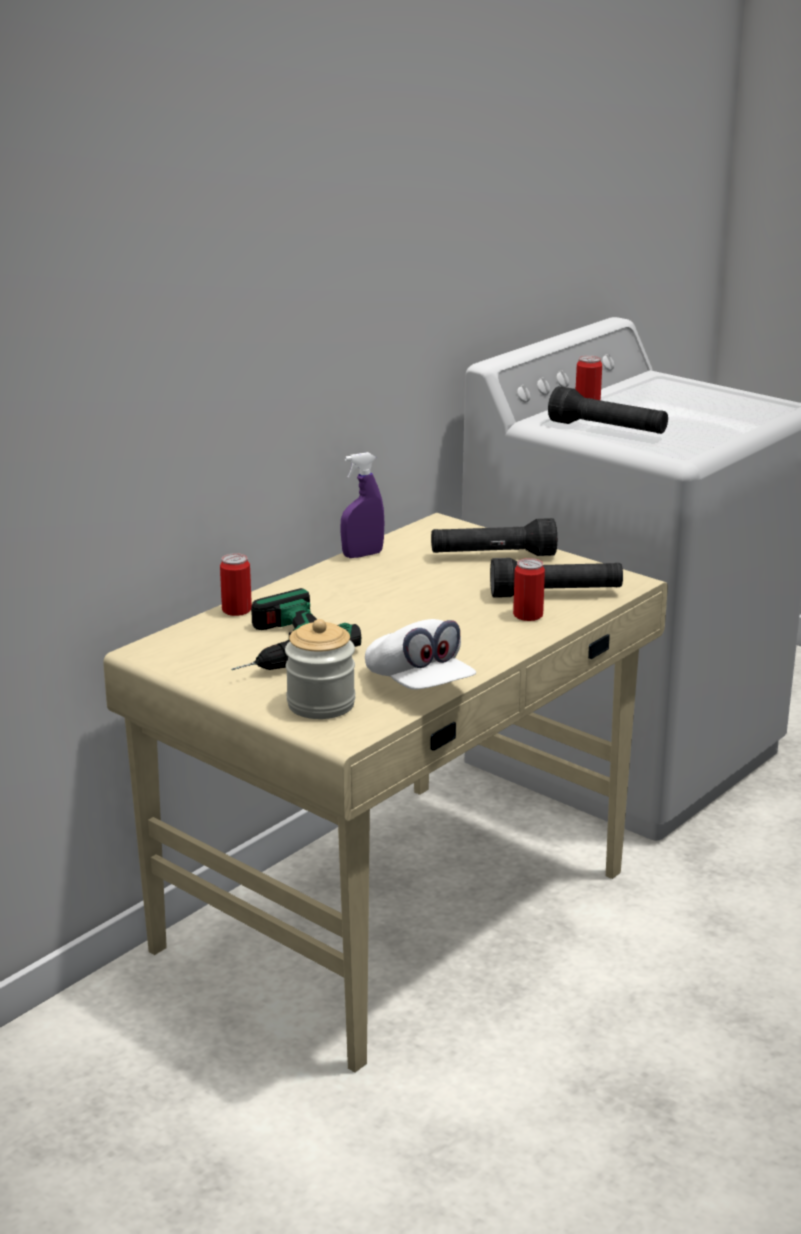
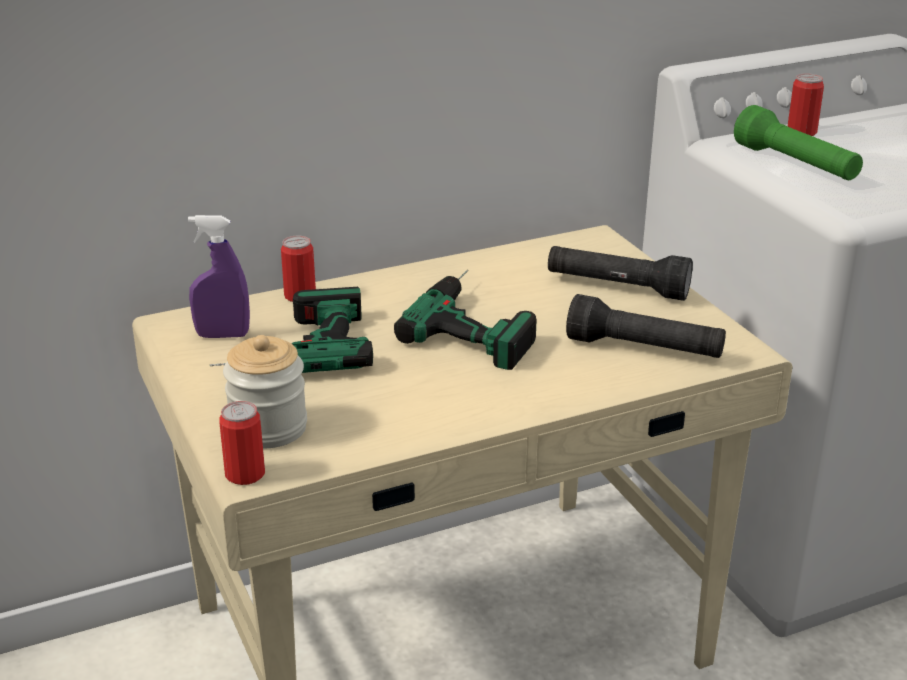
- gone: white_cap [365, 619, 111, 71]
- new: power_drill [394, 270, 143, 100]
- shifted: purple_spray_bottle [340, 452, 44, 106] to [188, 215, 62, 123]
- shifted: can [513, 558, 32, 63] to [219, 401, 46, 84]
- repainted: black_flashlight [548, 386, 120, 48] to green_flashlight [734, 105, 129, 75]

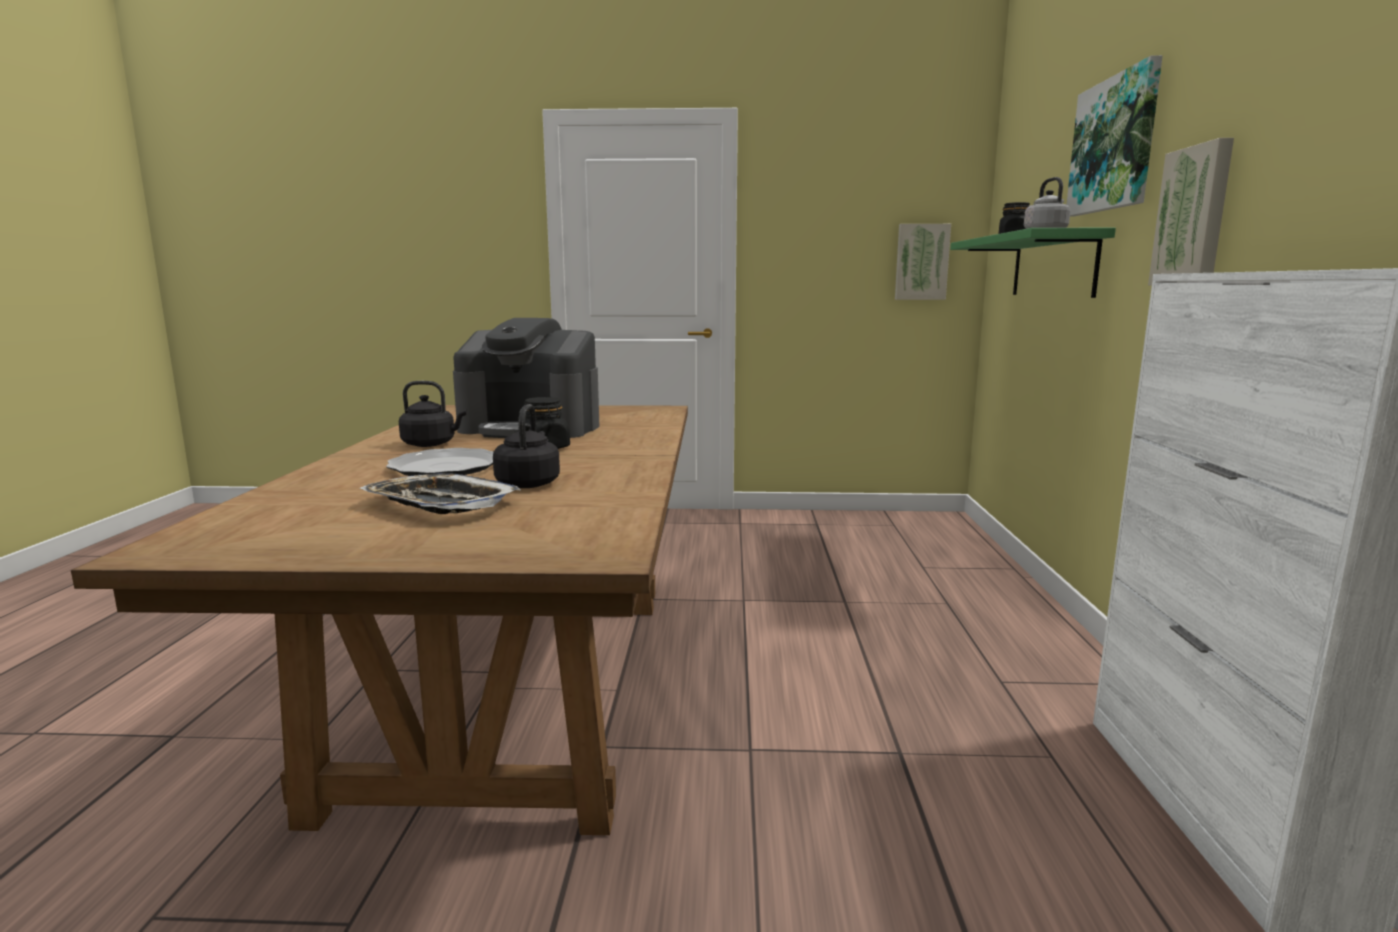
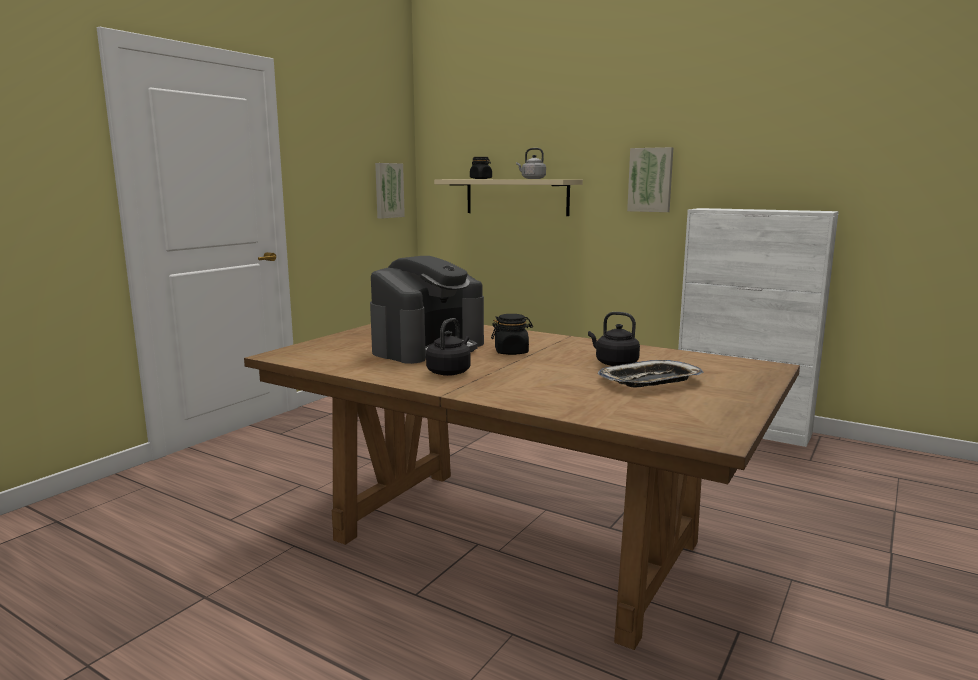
- gone: plate [386, 448, 108, 28]
- gone: picture [1066, 55, 97, 161]
- repainted: green_shelf [950, 228, 166, 70] to beige_shelf [434, 179, 149, 37]

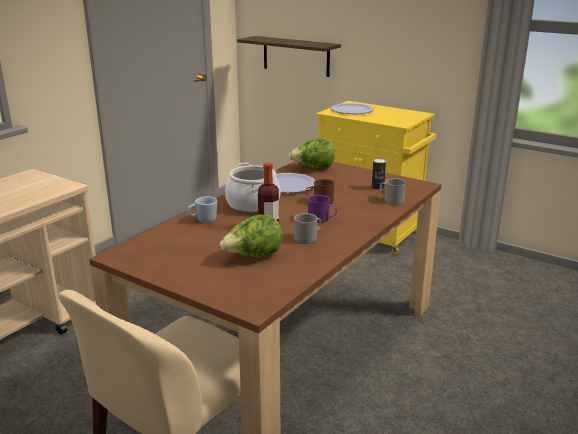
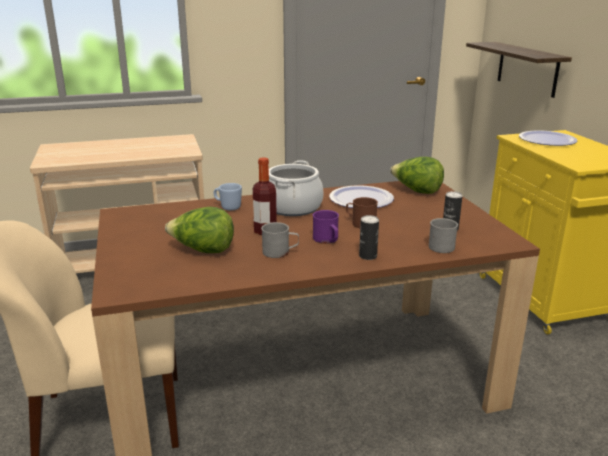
- new: can [359, 215, 20, 45]

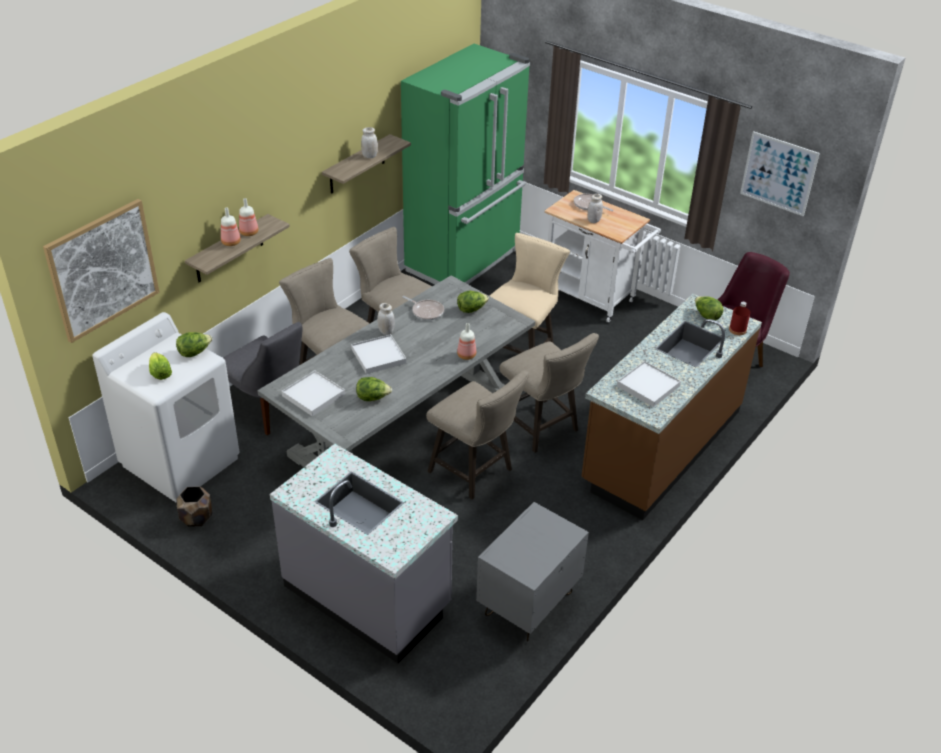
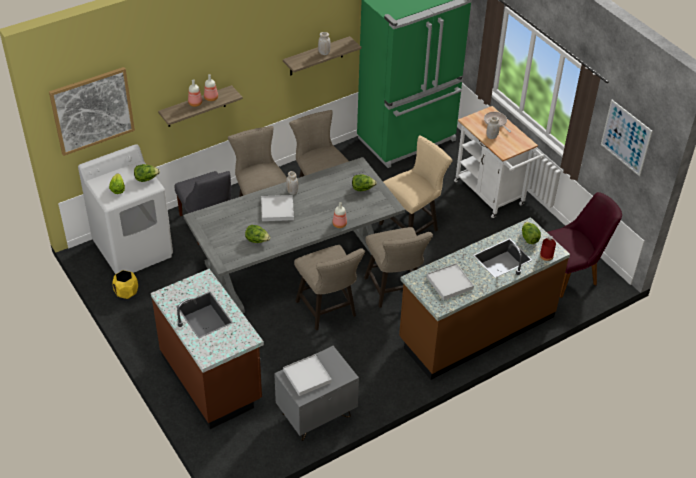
- gone: frying_pan [402, 296, 42, 24]
- shifted: white_tray [282, 370, 63, 46] to [283, 354, 49, 42]
- repainted: brown_planter [177, 487, 35, 40] to yellow_planter [112, 270, 26, 29]
- repainted: grey_counter [270, 444, 188, 219] to brown_counter [151, 269, 113, 160]

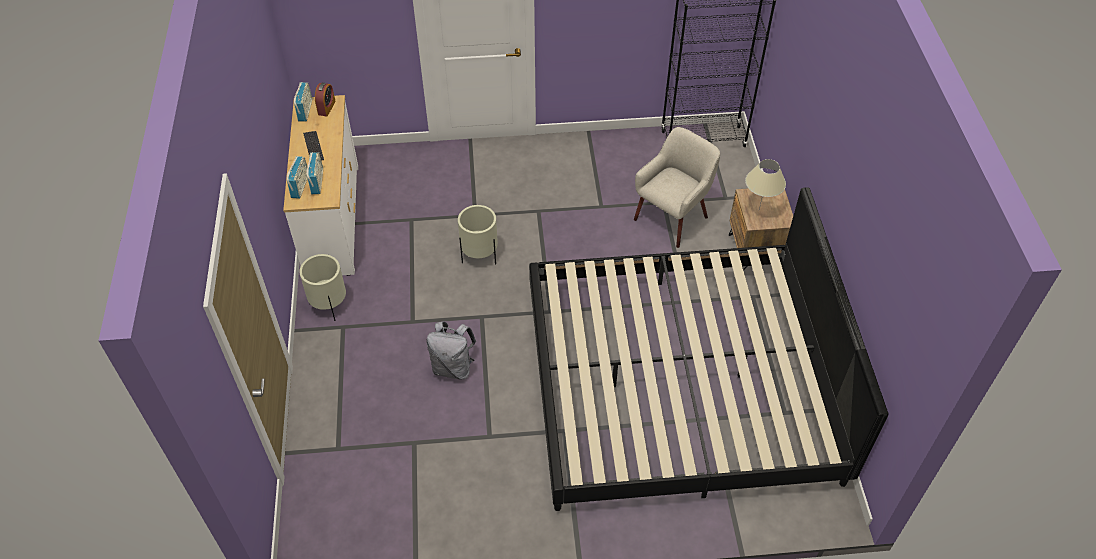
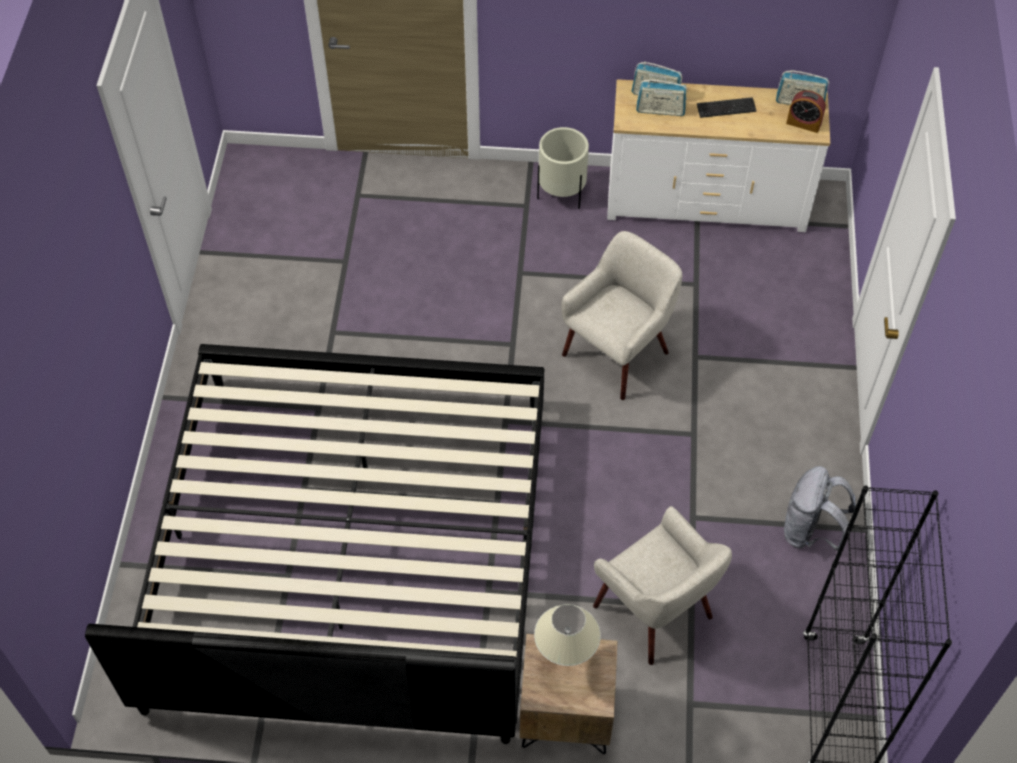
- shifted: grey_backpack [427, 321, 49, 59] to [784, 466, 72, 85]
- swapped: beige_planter [458, 205, 40, 60] to beige_armchair [561, 231, 121, 169]

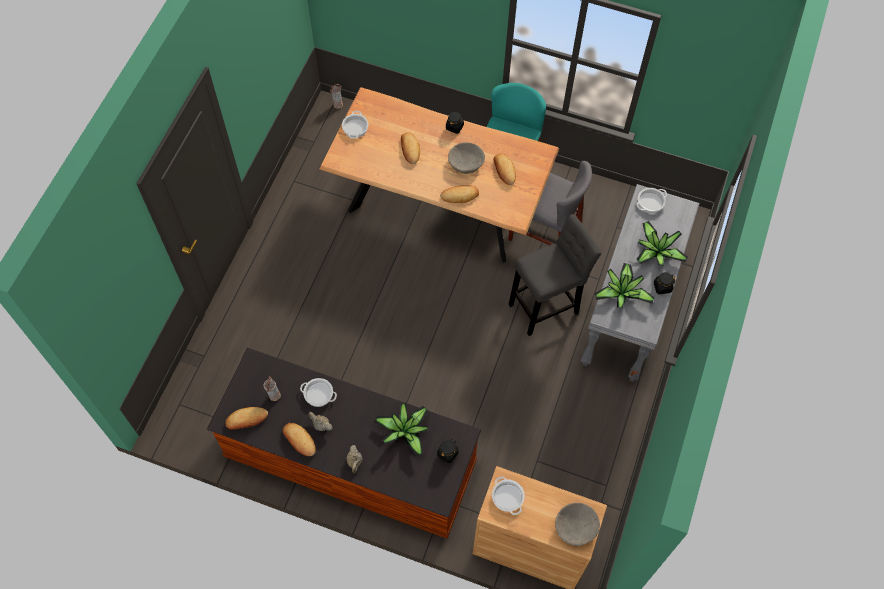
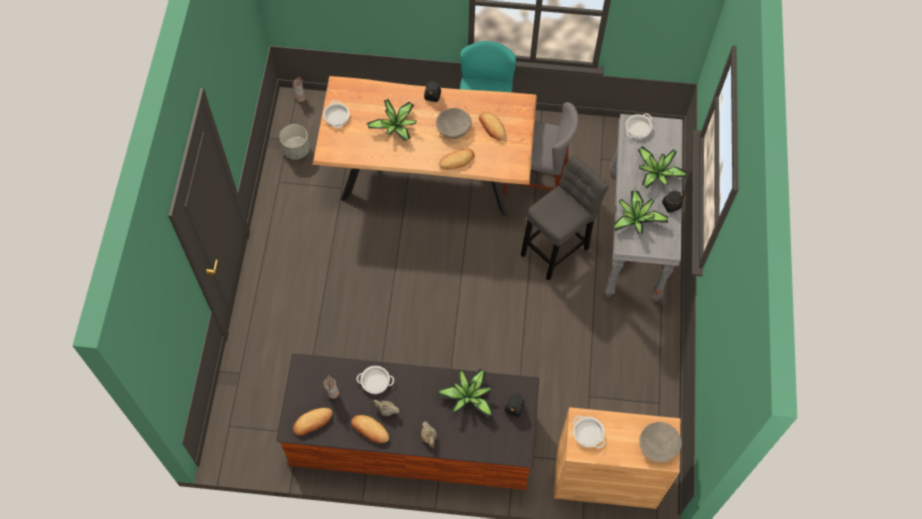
- new: grey_planter [279, 124, 31, 36]
- swapped: bread [401, 132, 19, 32] to potted_plant [367, 99, 50, 42]

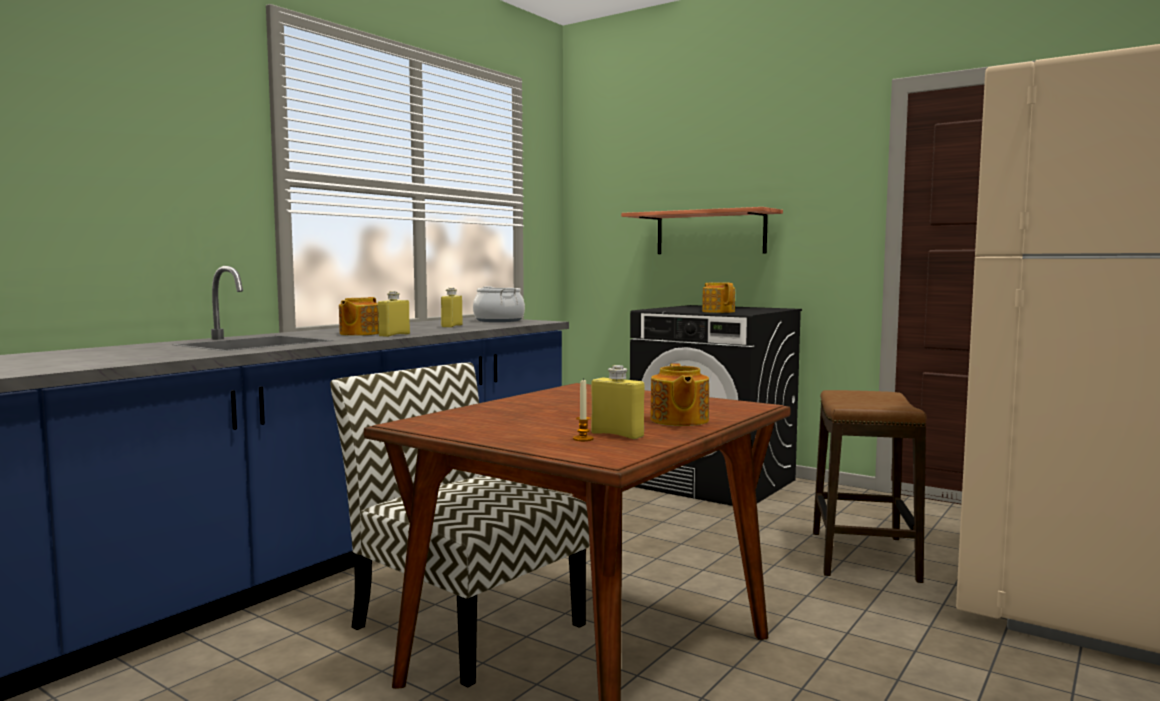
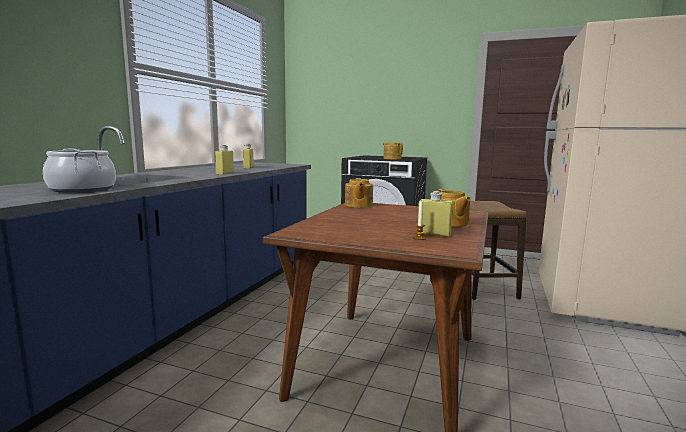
- gone: chair [330, 362, 260, 326]
- gone: shelf [621, 207, 162, 47]
- shifted: teapot [339, 297, 39, 39] to [345, 178, 28, 30]
- shifted: cooking_pot [473, 286, 52, 36] to [43, 149, 73, 44]

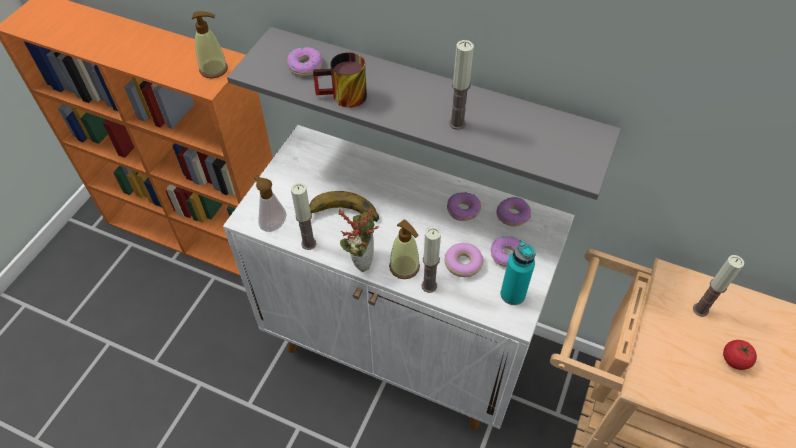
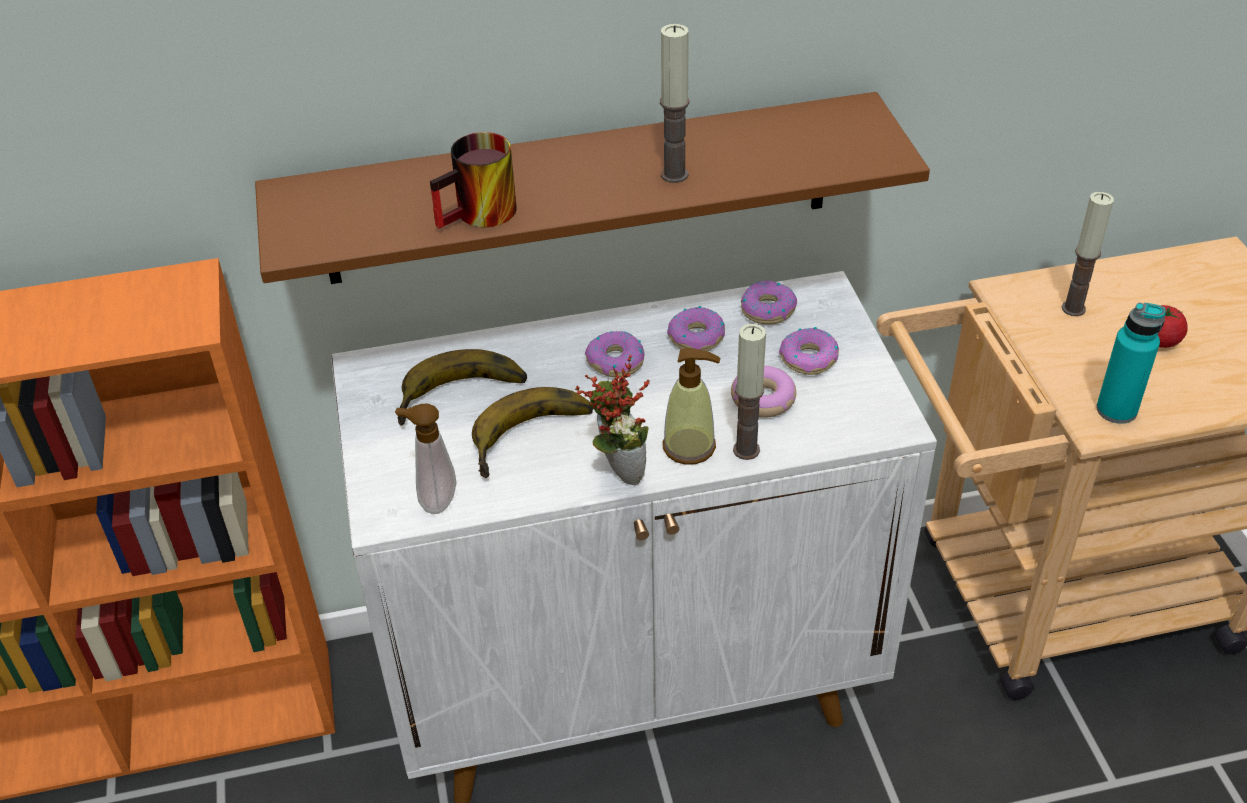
- gone: soap_dispenser [192, 11, 36, 67]
- gone: candle [291, 183, 25, 67]
- new: banana [398, 349, 129, 77]
- shifted: donut [287, 47, 35, 29] to [585, 331, 59, 46]
- shifted: turquoise_bottle [501, 242, 35, 63] to [1096, 303, 70, 121]
- repainted: grey_shelf [227, 27, 394, 173] to brown_shelf [255, 92, 675, 192]

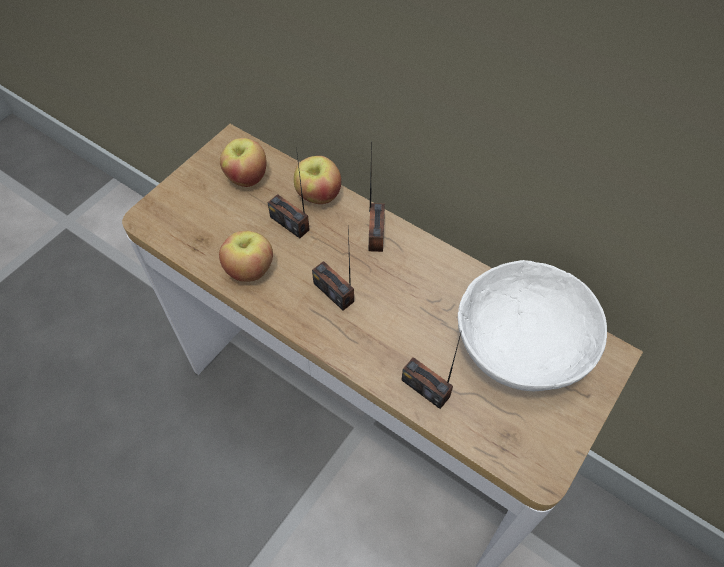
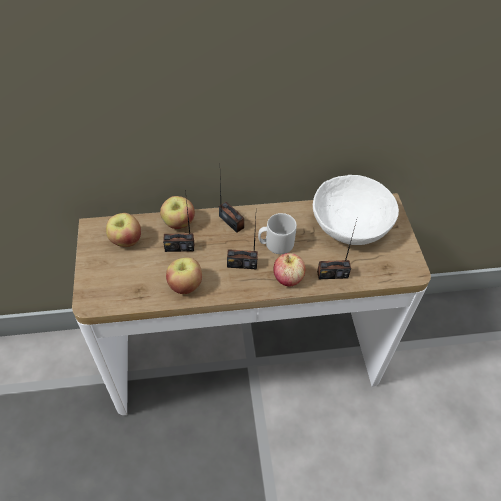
- new: grey_mug [258, 213, 39, 41]
- new: apple [273, 253, 32, 34]

